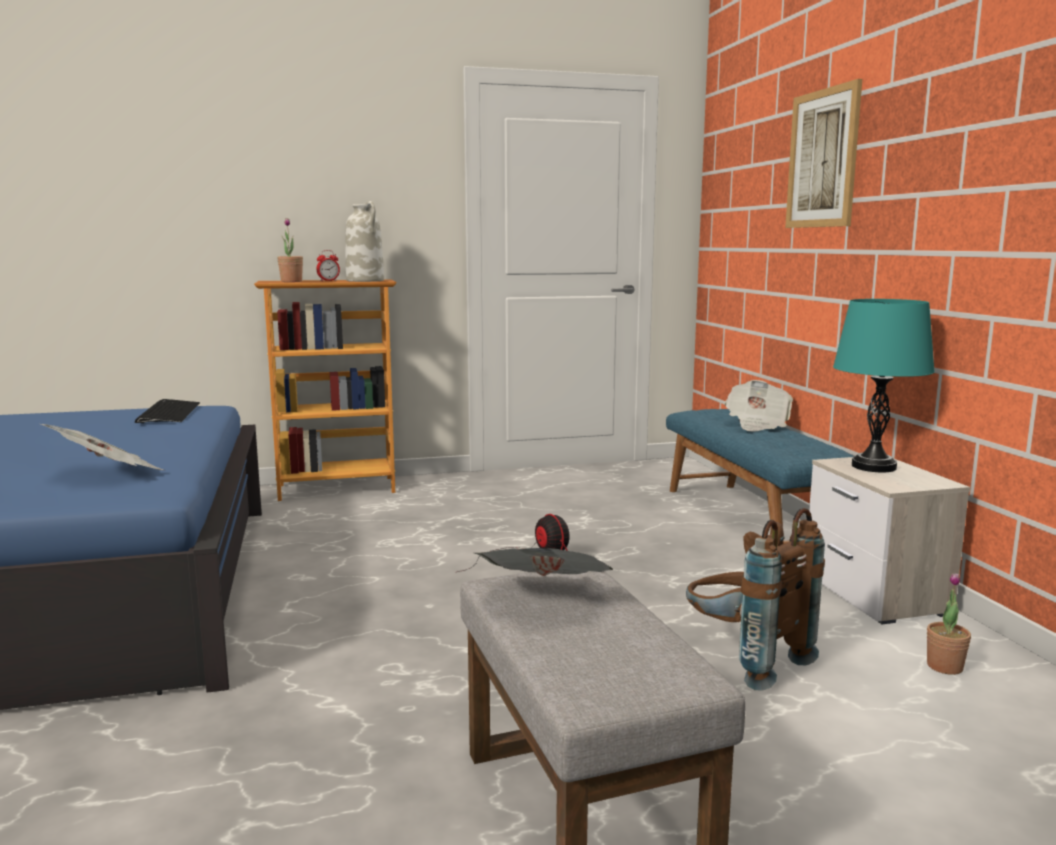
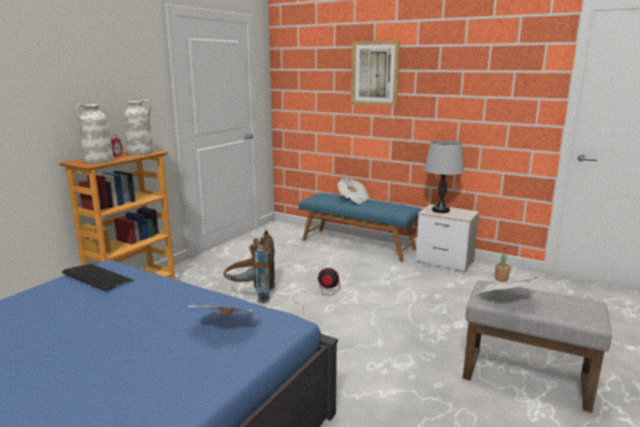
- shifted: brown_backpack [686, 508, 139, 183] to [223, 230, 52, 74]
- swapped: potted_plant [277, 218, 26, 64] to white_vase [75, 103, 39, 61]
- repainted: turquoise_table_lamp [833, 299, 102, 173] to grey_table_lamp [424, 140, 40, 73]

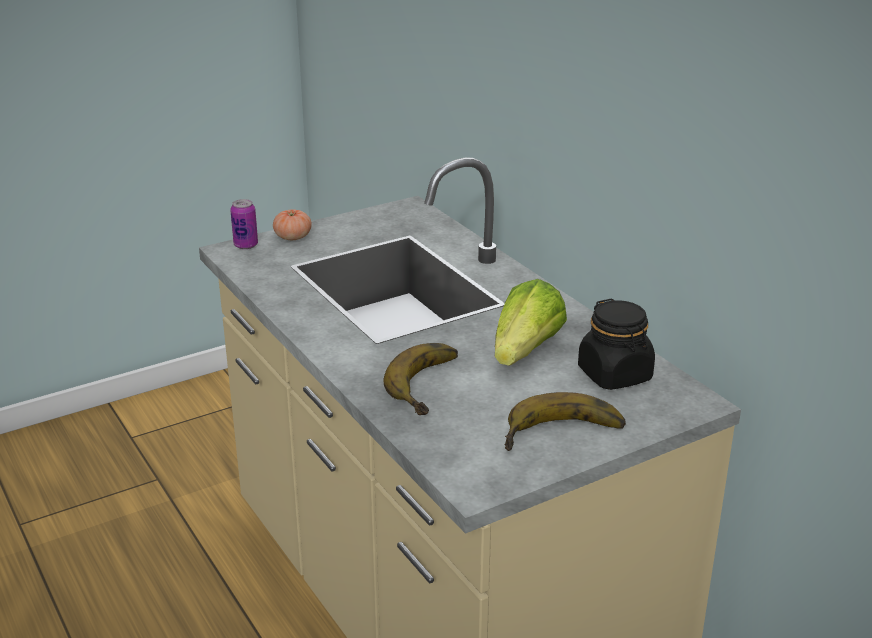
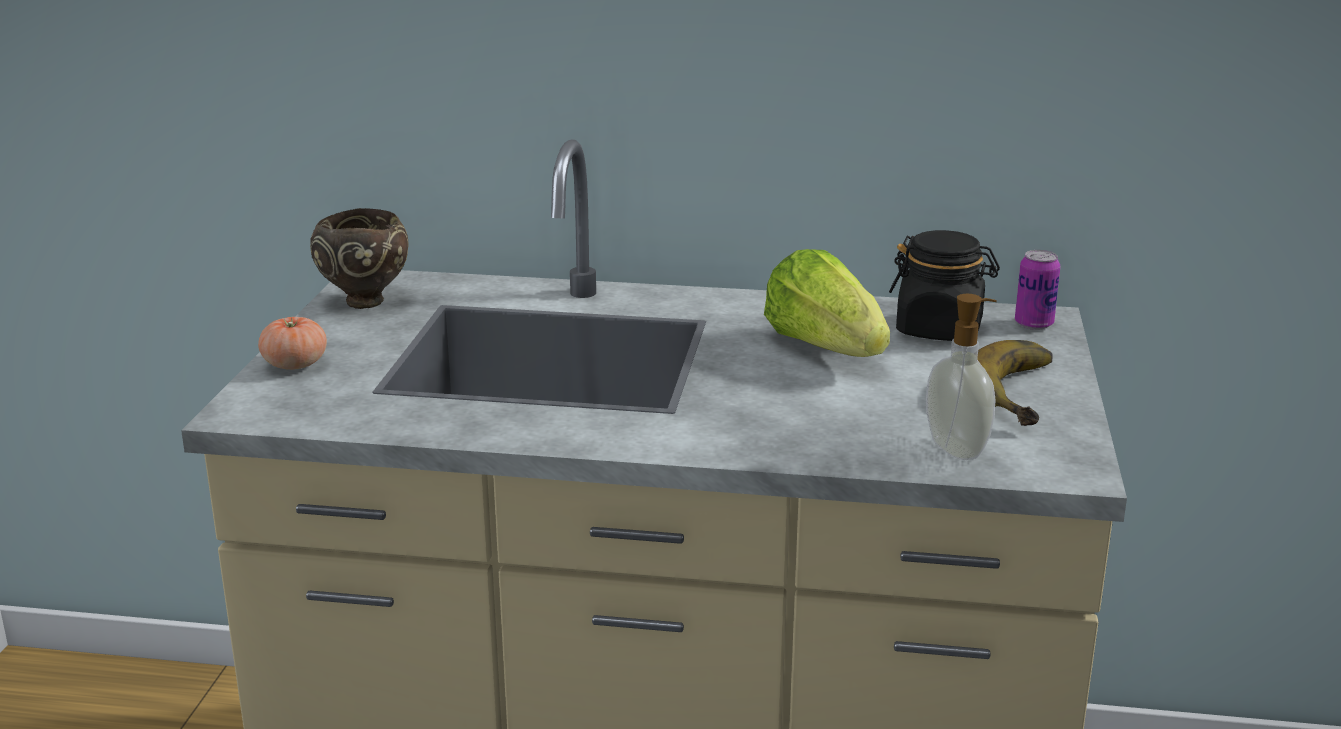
- gone: banana [383, 343, 75, 72]
- new: brown_bowl [310, 208, 99, 101]
- new: soap_dispenser [926, 294, 71, 166]
- shifted: can [230, 199, 28, 50] to [1015, 250, 45, 80]

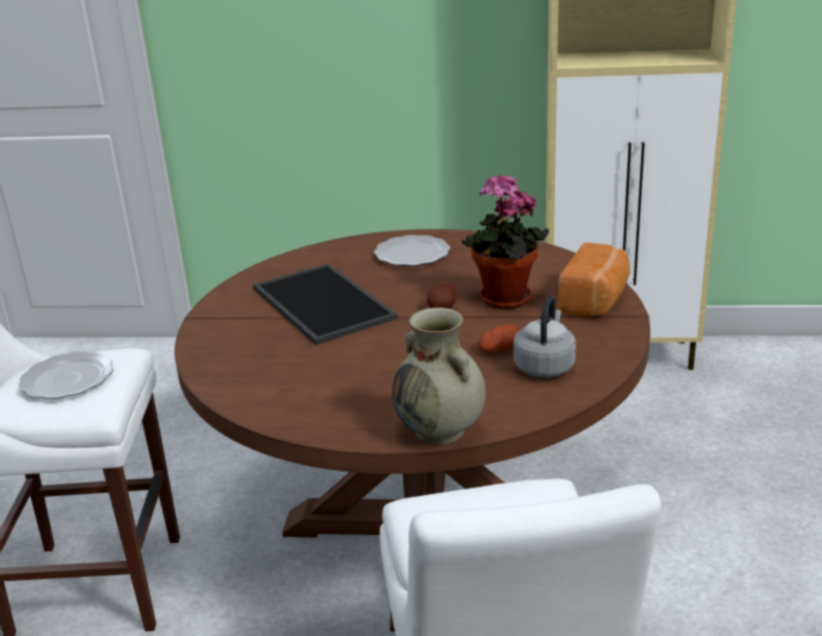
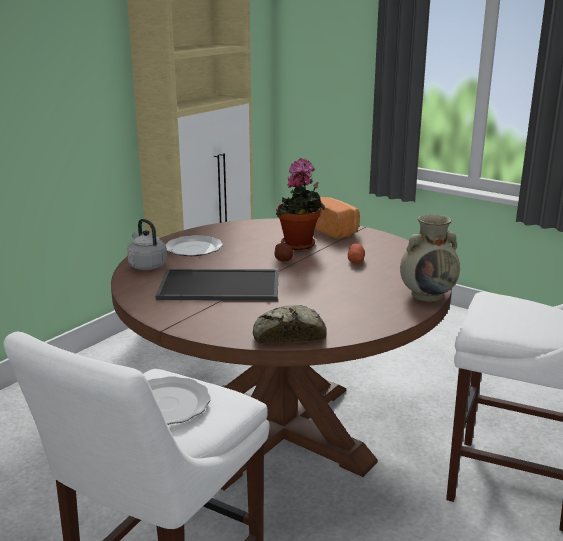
- new: bread [253, 305, 74, 39]
- shifted: grey_kettle [513, 295, 63, 83] to [127, 219, 40, 51]

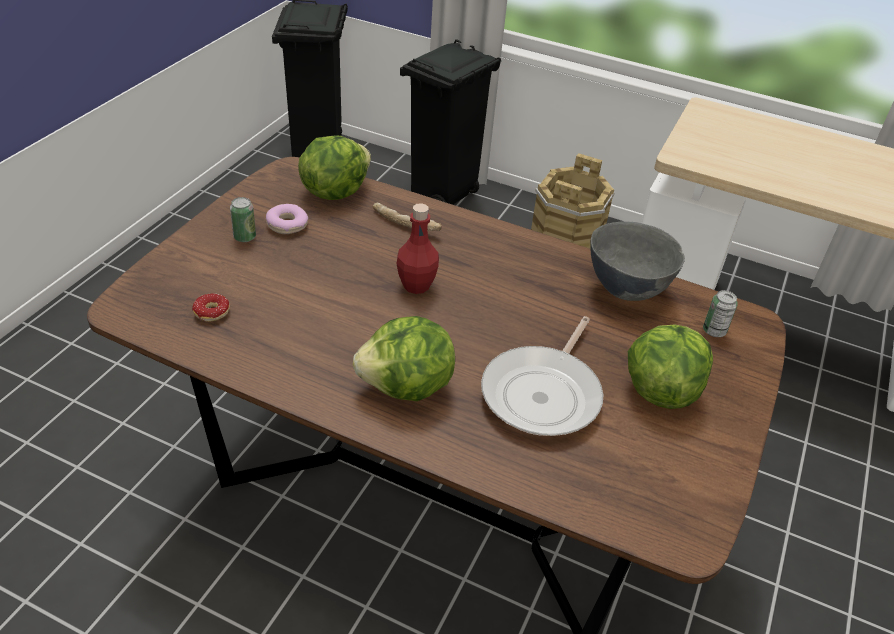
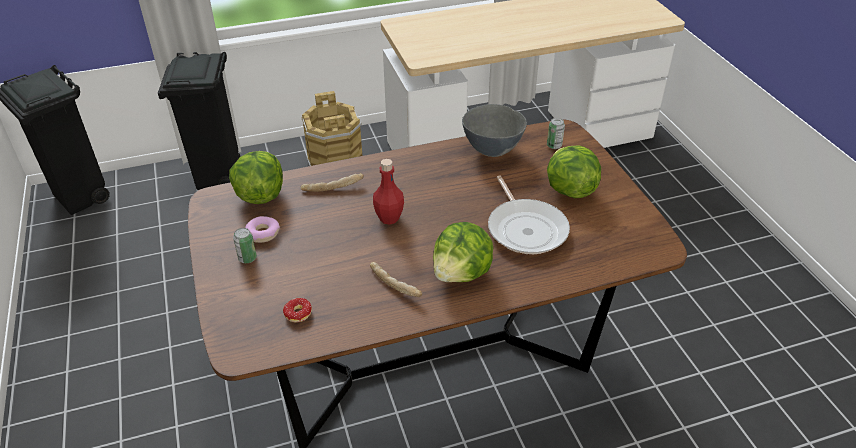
- new: bread [370, 262, 52, 35]

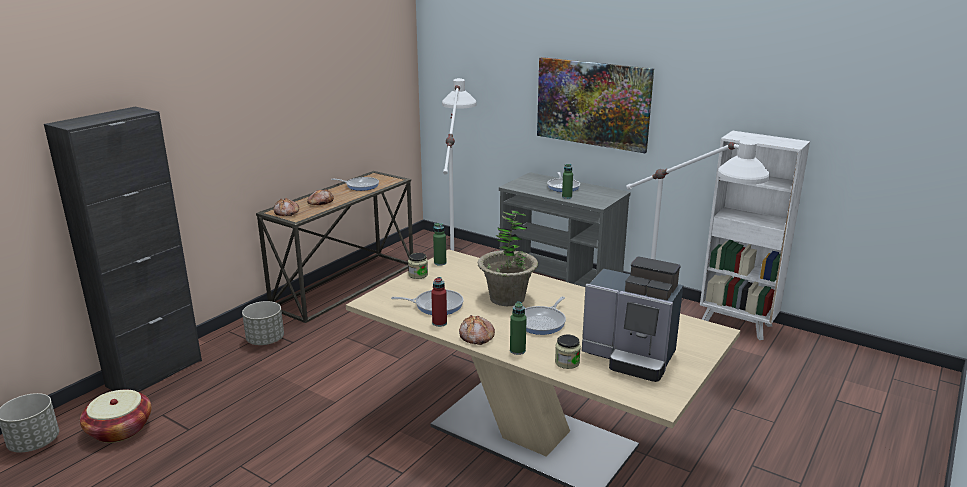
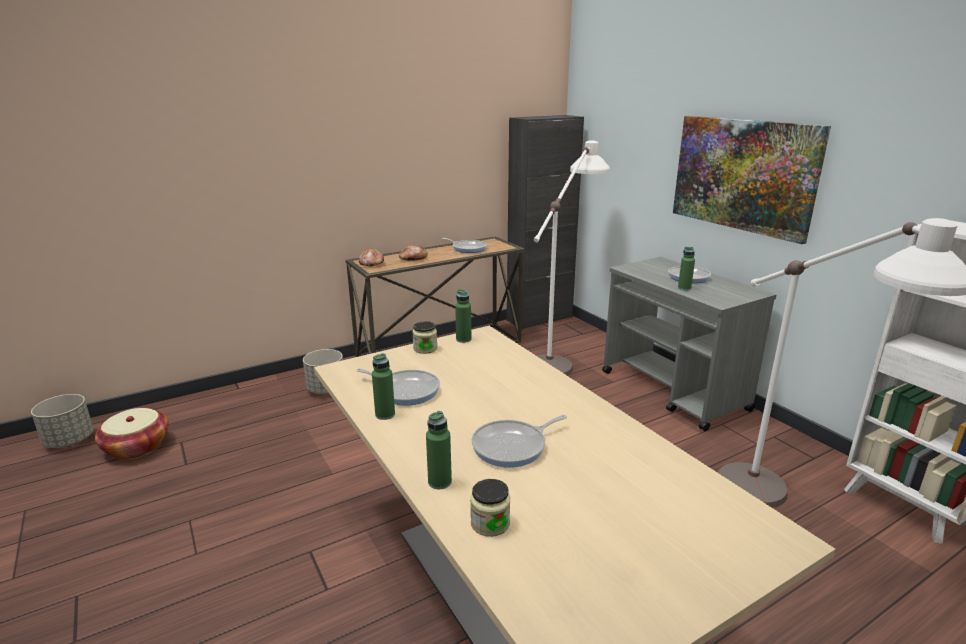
- gone: bread [459, 315, 36, 30]
- gone: potted_plant [477, 210, 61, 96]
- gone: coffee_machine [582, 257, 101, 125]
- shifted: black_cabinet [44, 107, 158, 285] to [507, 115, 77, 215]
- repainted: red_bottle [431, 277, 16, 50] to green_bottle [372, 353, 23, 67]

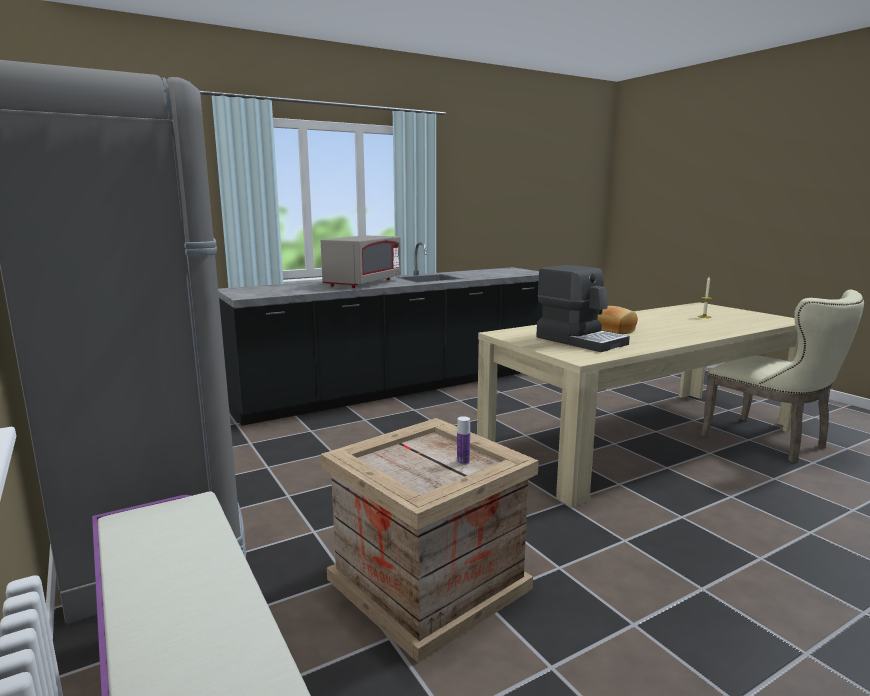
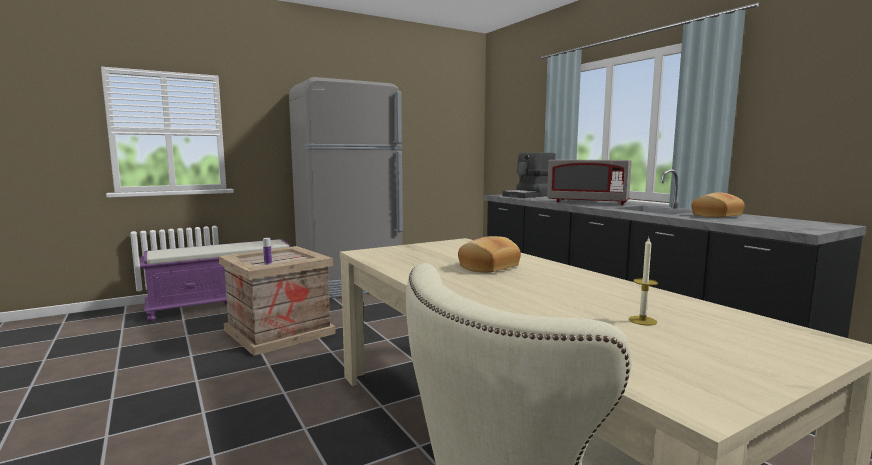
- new: bread [692, 192, 53, 25]
- shifted: coffee_machine [536, 265, 94, 87] to [503, 153, 53, 45]

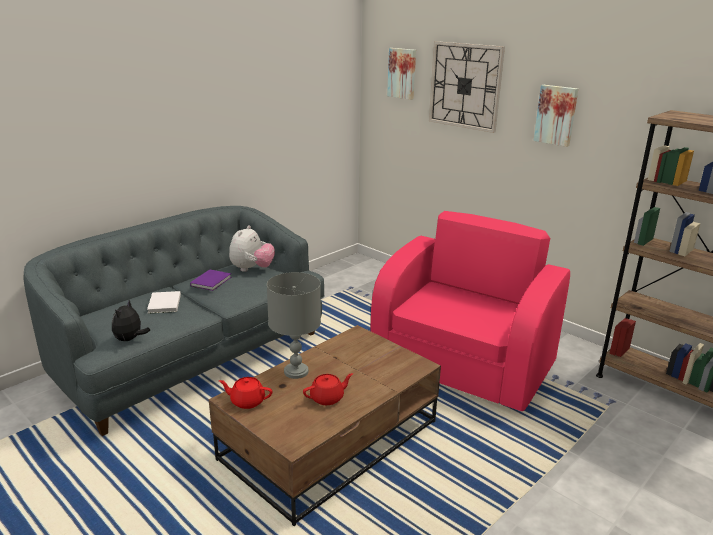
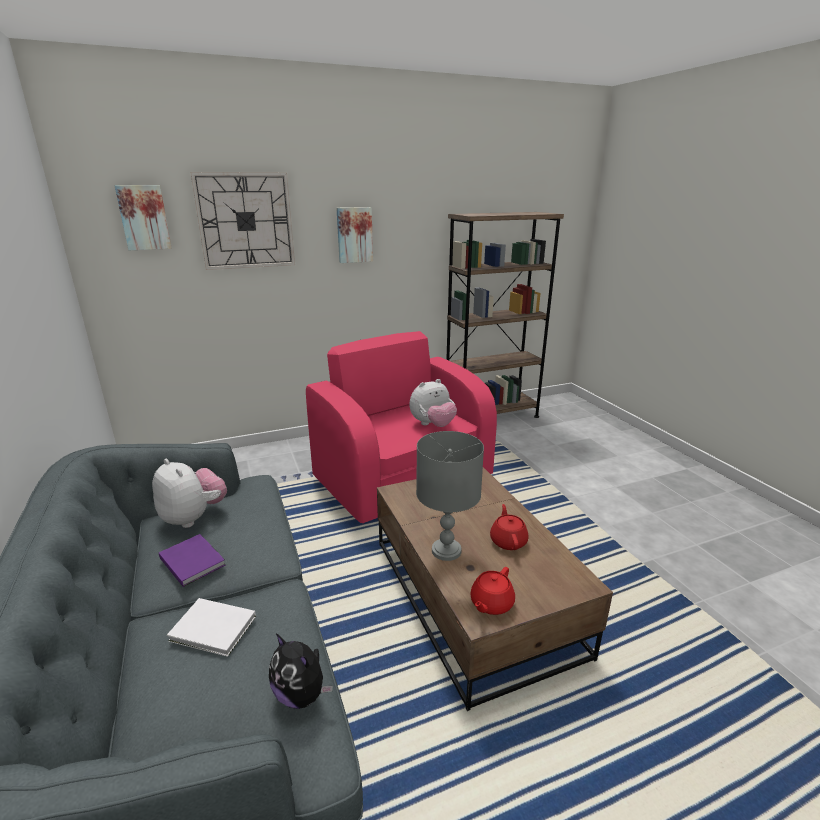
- new: plush_toy [410, 379, 47, 48]

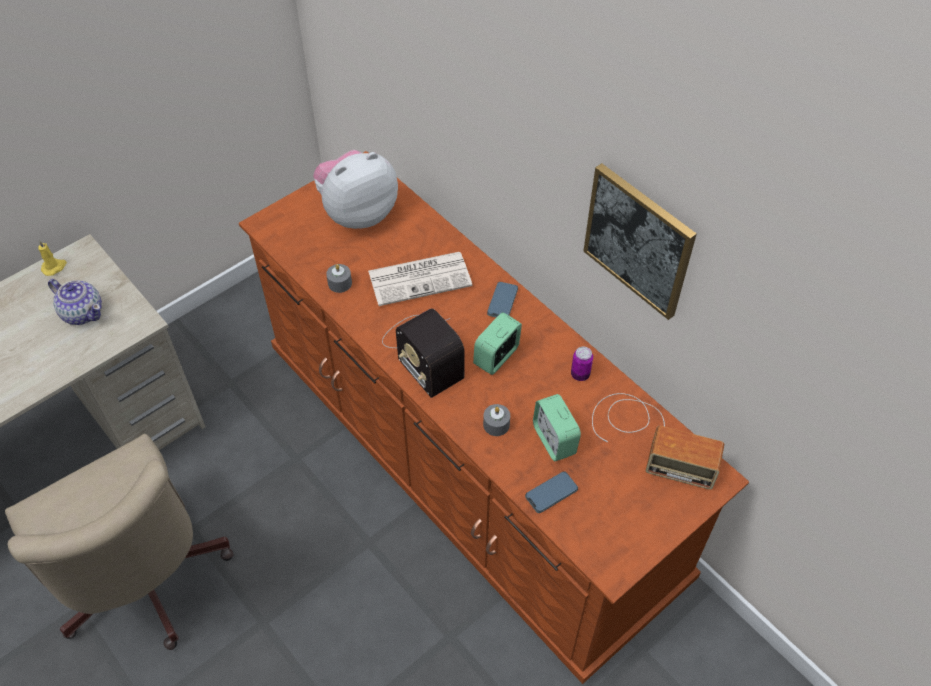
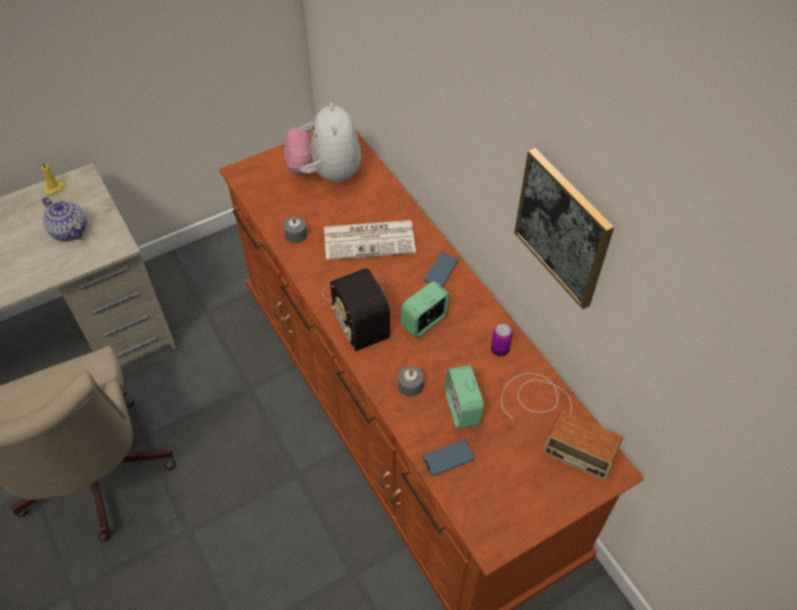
- rotated: plush_toy [313, 150, 85, 79] = [285, 102, 76, 81] 75 degrees counterclockwise

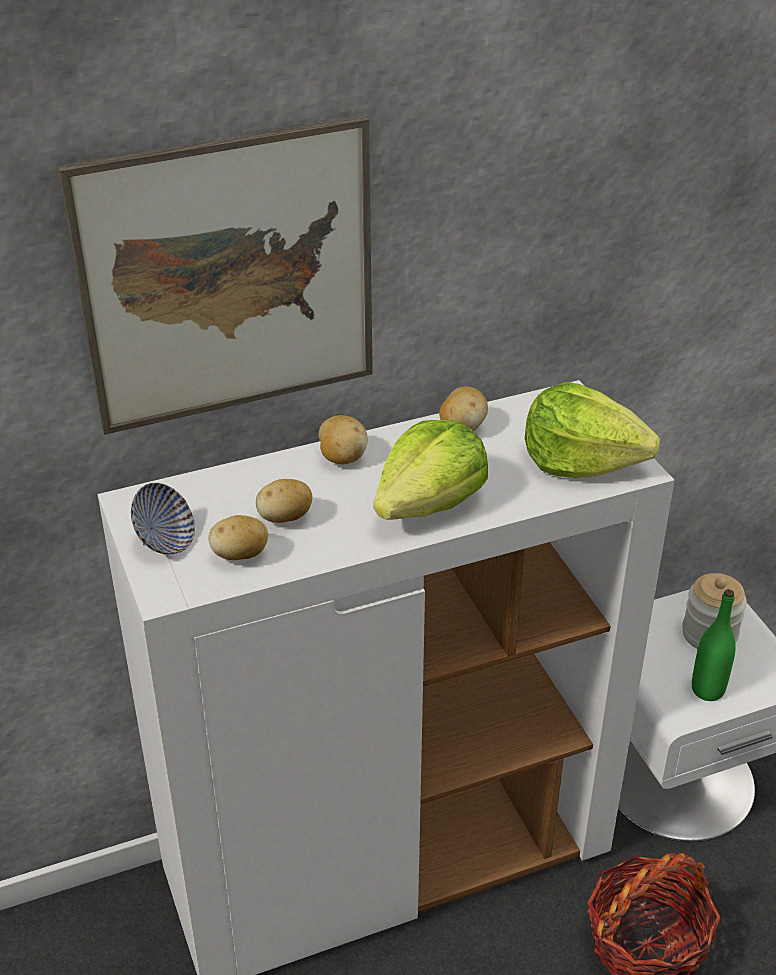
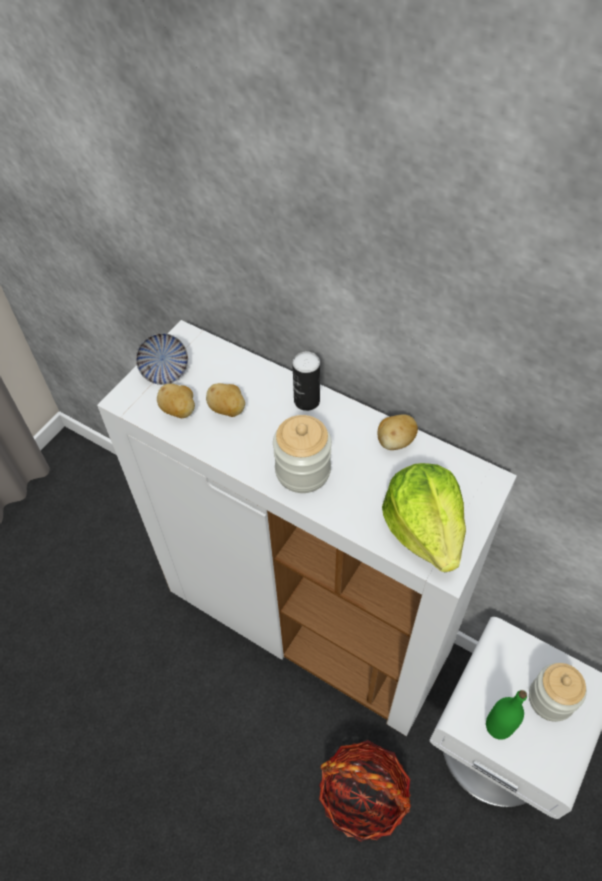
- gone: picture [58, 115, 315, 320]
- swapped: potato [318, 415, 50, 49] to can [292, 352, 28, 59]
- swapped: lettuce [373, 420, 115, 100] to jar [273, 415, 59, 78]

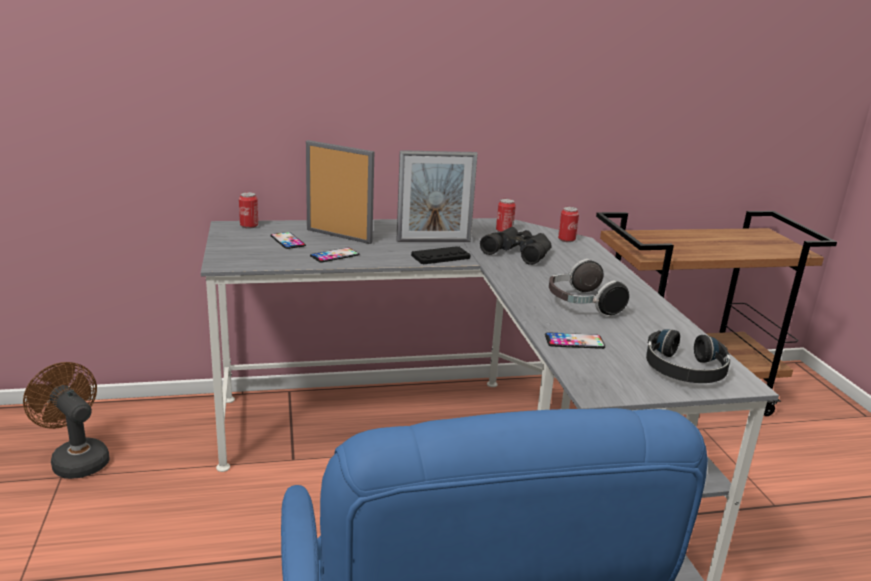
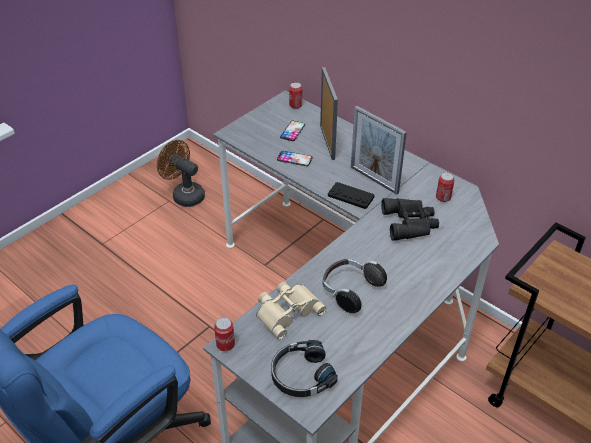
- shifted: can [558, 207, 21, 35] to [214, 317, 21, 34]
- swapped: phone [545, 332, 60, 17] to beige_binoculars [256, 282, 70, 57]
- rotated: brown_fan [23, 362, 87, 117] = [157, 140, 48, 67] 60 degrees counterclockwise

